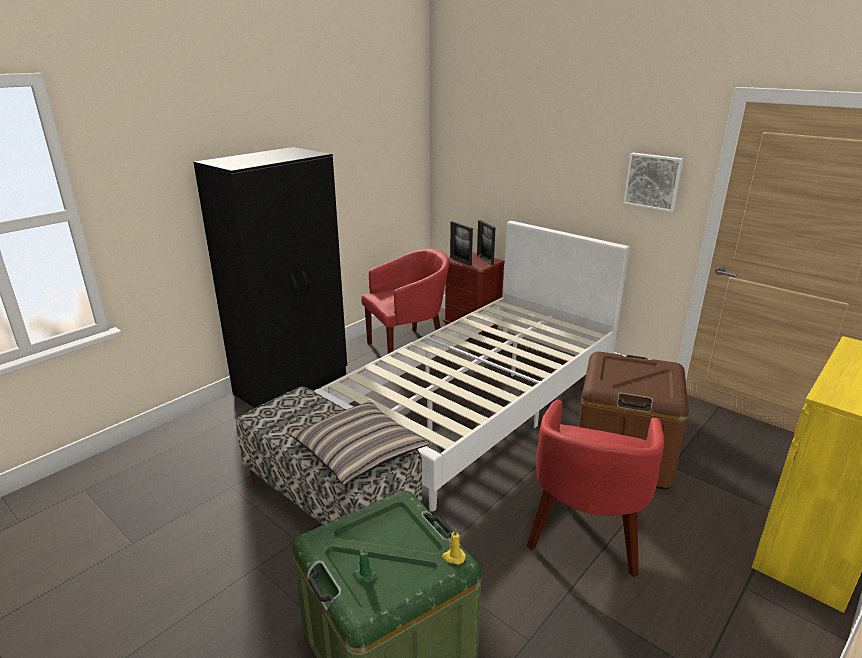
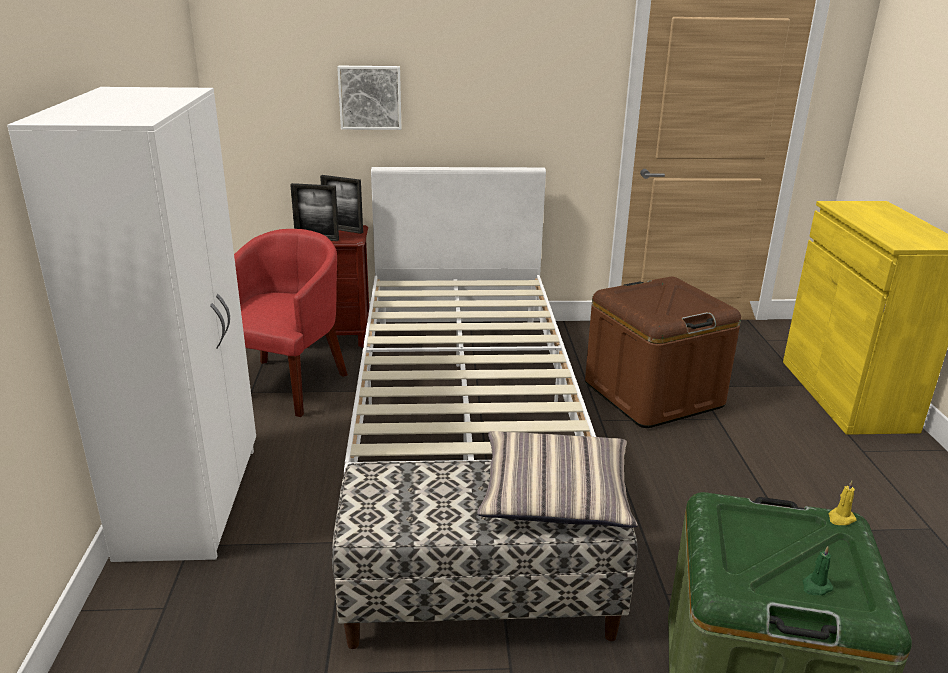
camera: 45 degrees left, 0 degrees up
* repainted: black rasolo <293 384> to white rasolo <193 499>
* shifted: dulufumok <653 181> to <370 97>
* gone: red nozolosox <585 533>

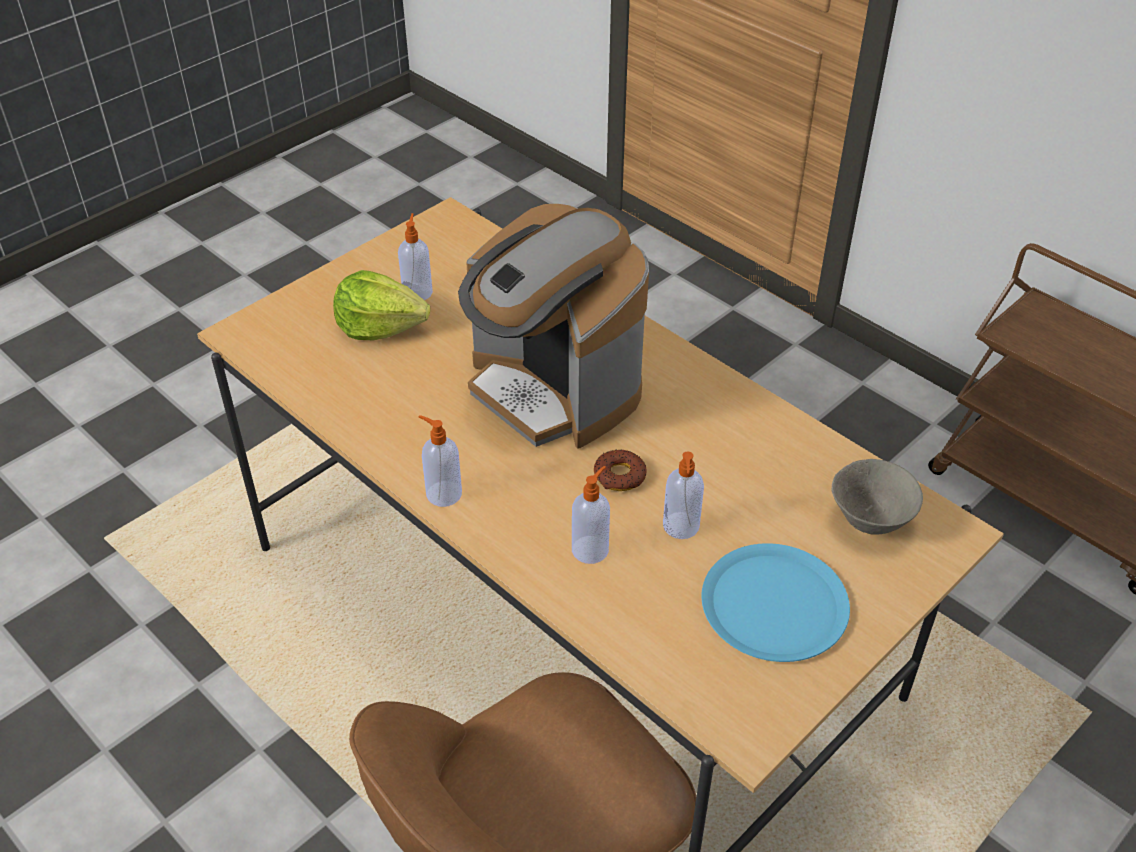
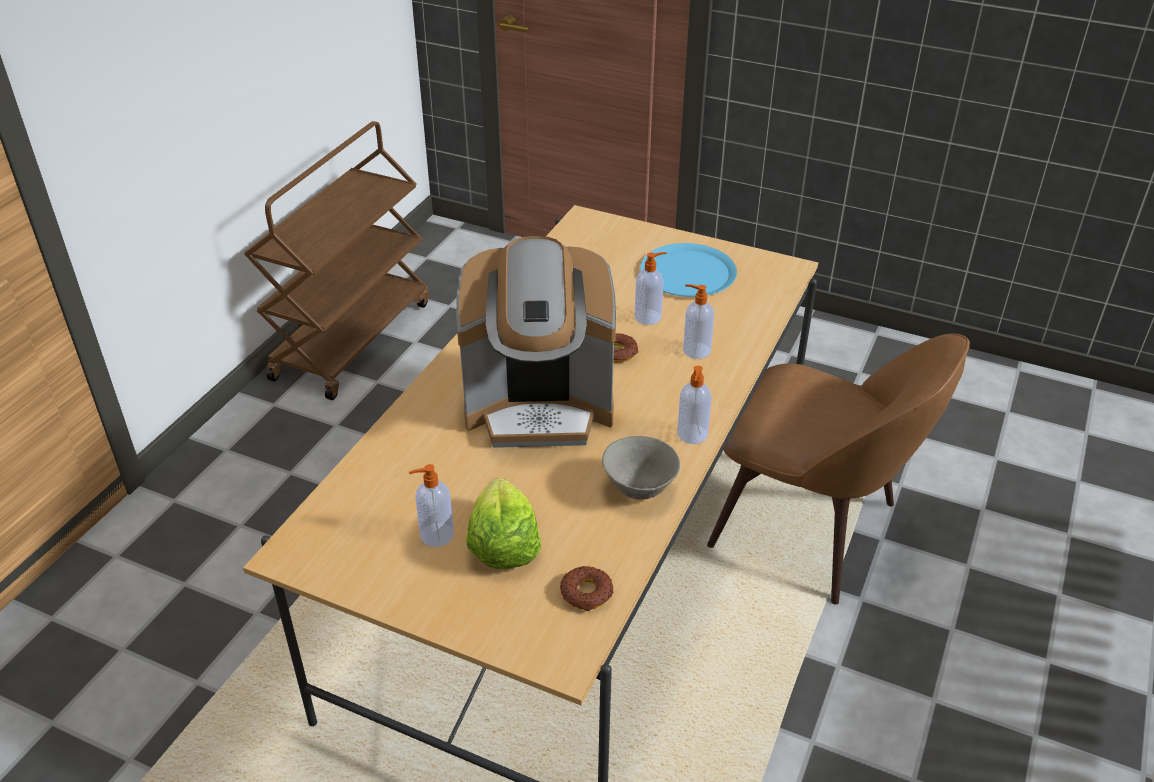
camera: 110 degrees left, 5 degrees down
* rotated: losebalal <553 390> = <539 407> 60 degrees clockwise
* new: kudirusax <586 593>
* shifted: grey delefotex <870 522> to <640 489>

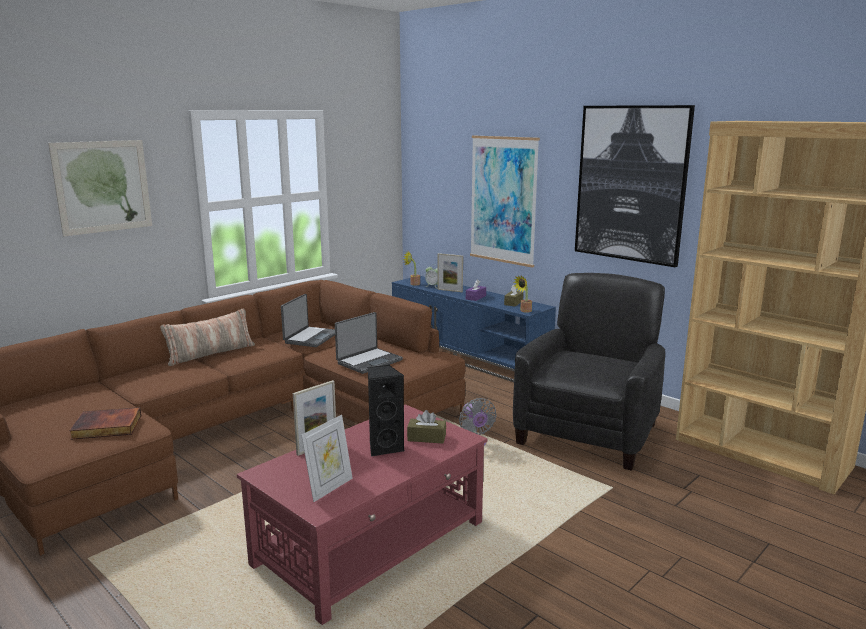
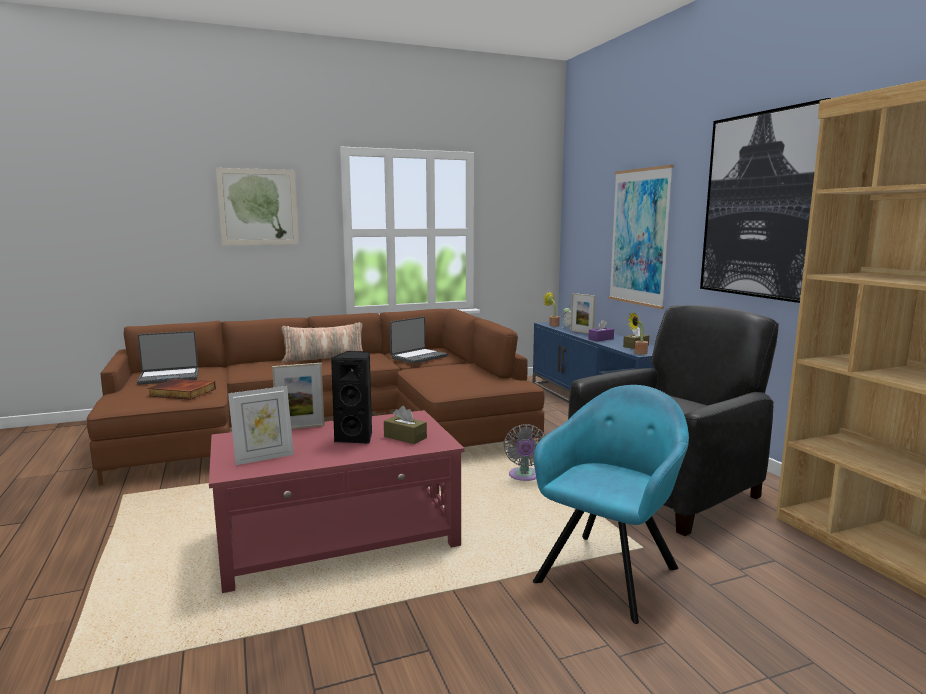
camera: 25 degrees right, 5 degrees down
* shifted: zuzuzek <369 361> to <169 377>
* new: turquoise nozolosox <609 571>

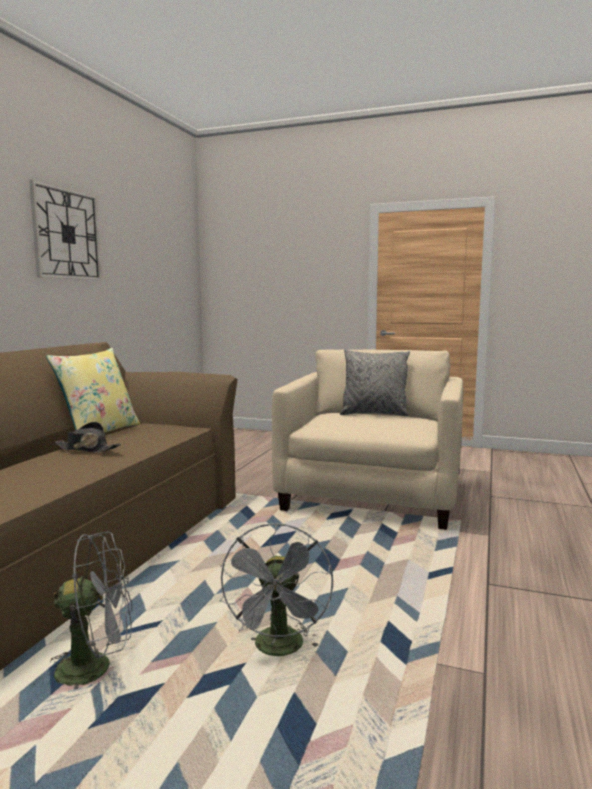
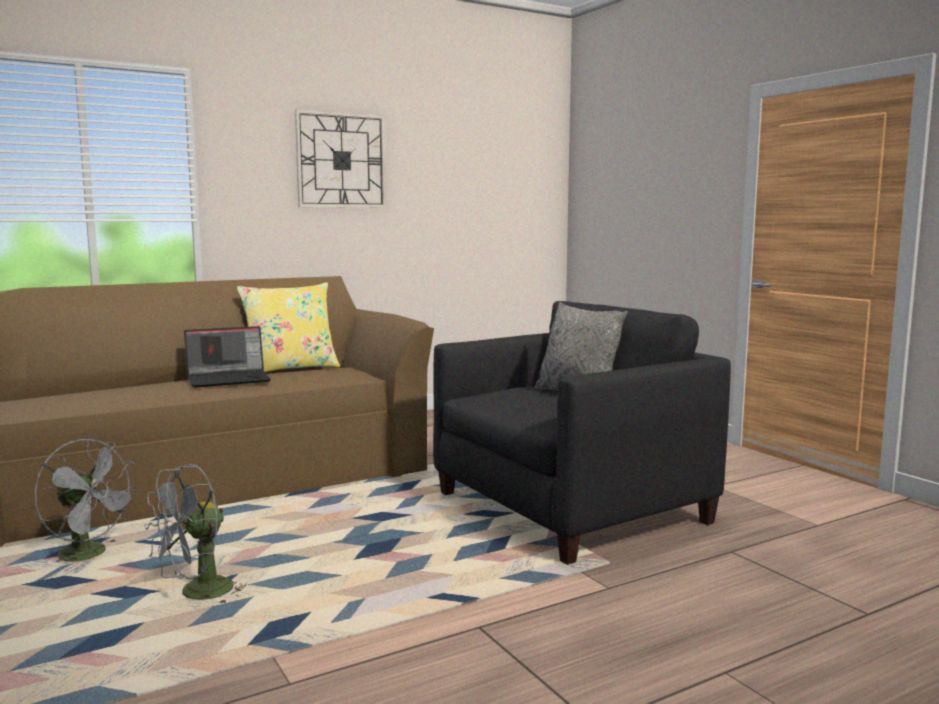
camera: 40 degrees right, 0 degrees up
* swapped: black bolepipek <87 449> to zuzuzek <229 379>
* repainted: beige nozolosox <372 497> to black nozolosox <569 508>

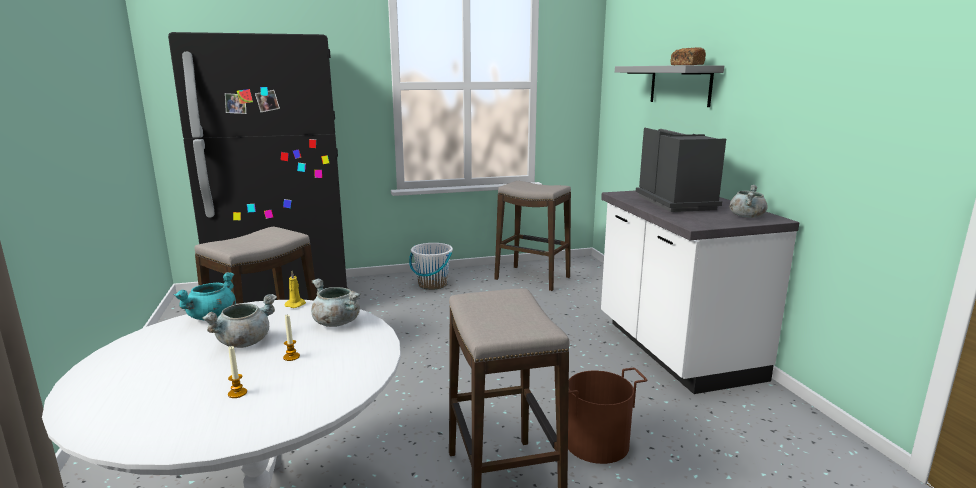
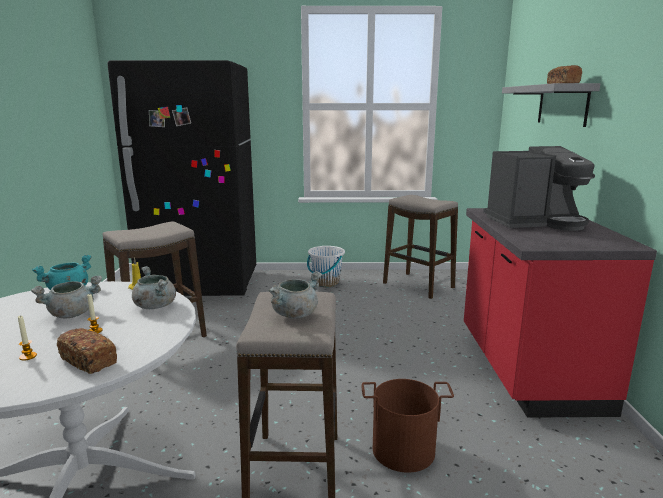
camera: 15 degrees right, 0 degrees up
* new: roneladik <89 361>
* shifted: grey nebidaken <746 216> to <295 314>
* repainted: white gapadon <674 350> to red gapadon <527 370>
* rotated: losebalal <677 202> = <535 222> 75 degrees clockwise

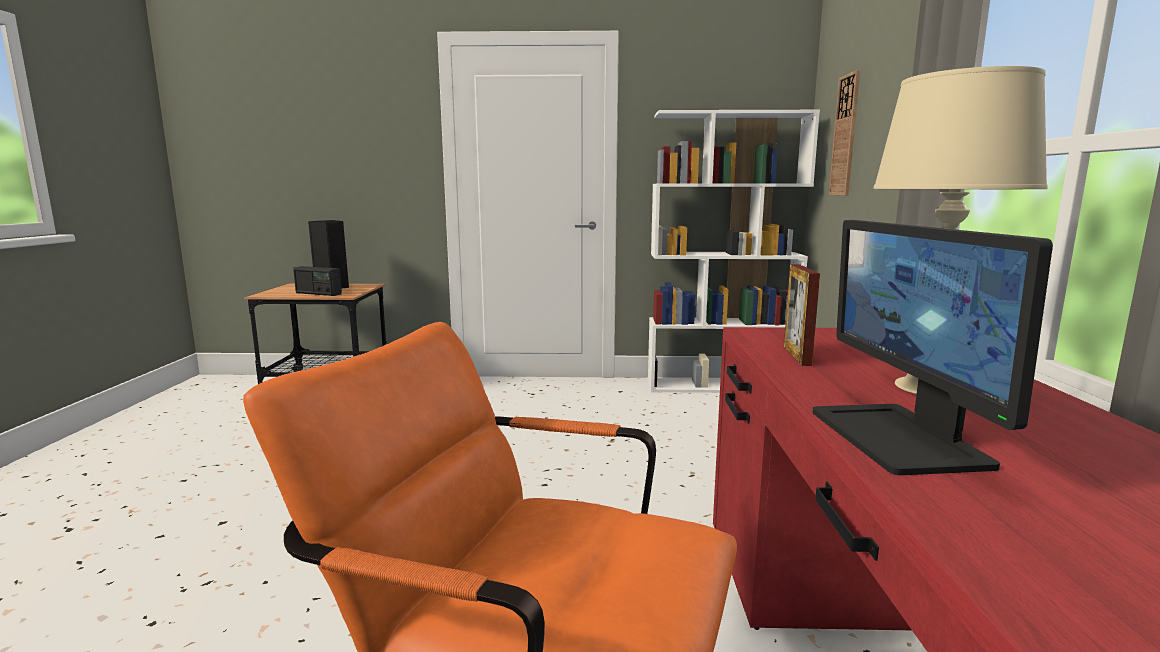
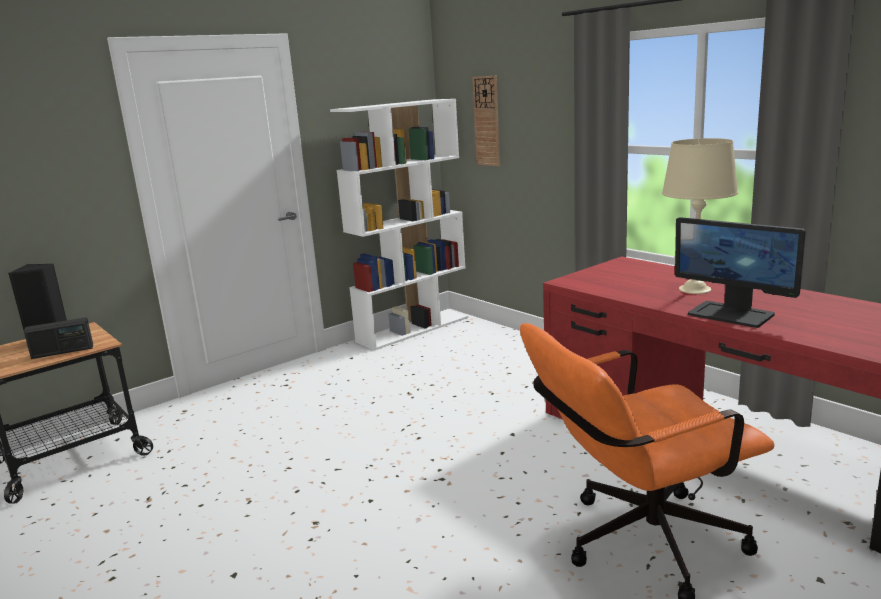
camera: 40 degrees left, 5 degrees up
* gone: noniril <797 356>

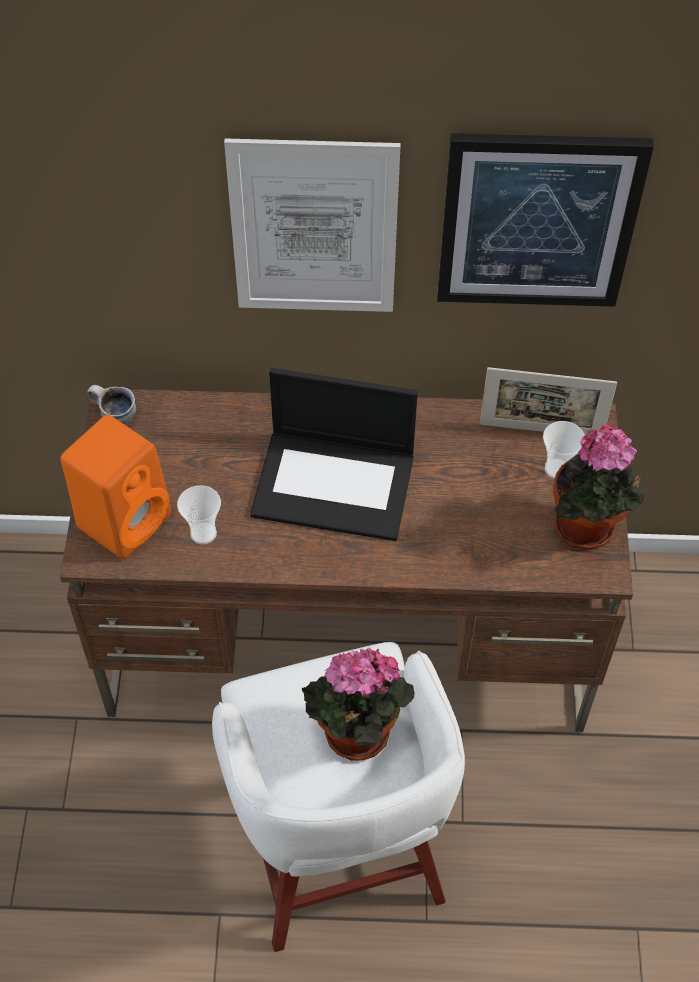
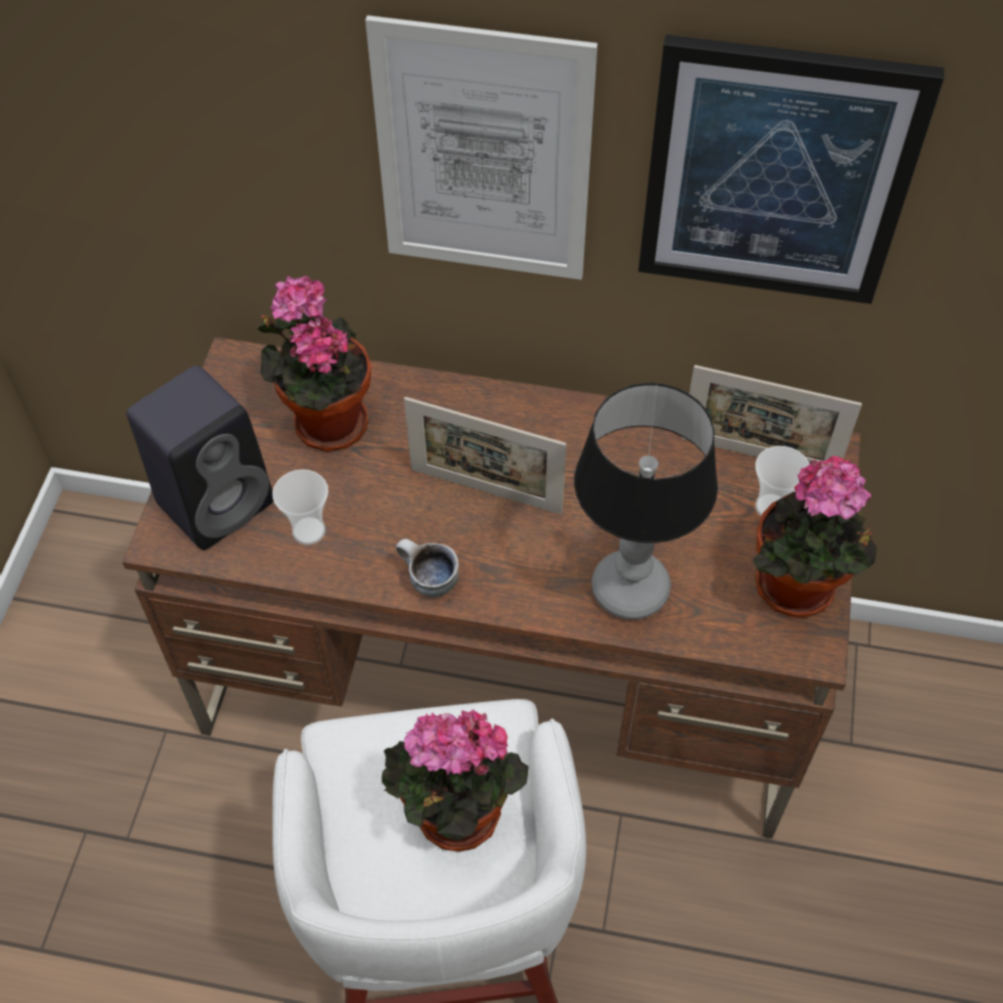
camera: 10 degrees right, 0 degrees up
* repainted: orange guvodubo <126 518> to black guvodubo <218 500>
* new: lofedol <325 420>
* shifted: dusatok <114 416> to <427 581>
* swapped: zuzuzek <335 484> to noniril <485 491>
* new: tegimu <629 588>

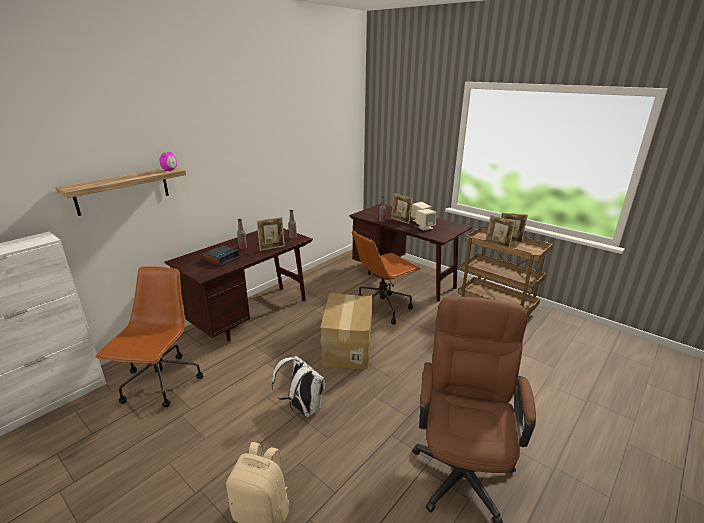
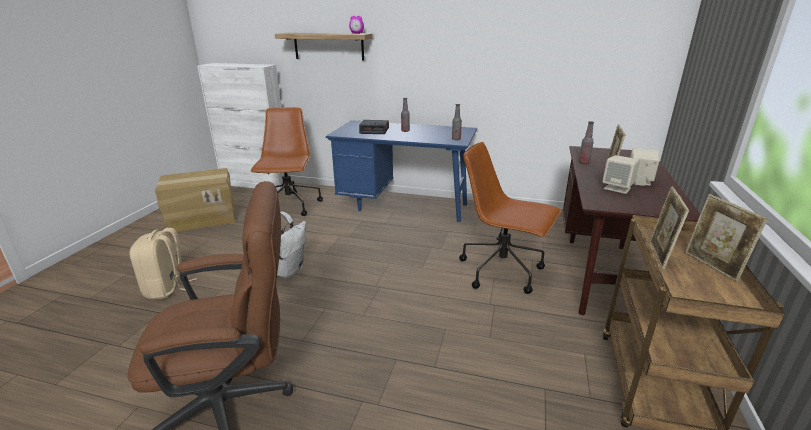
camera: 65 degrees right, 0 degrees up
* shifted: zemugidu <347 347> to <202 218>
* rotated: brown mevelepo <161 383> = <289 206> 75 degrees counterclockwise
* repainted: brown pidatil <250 315> to blue pidatil <404 206>
* gone: noniril <272 248>

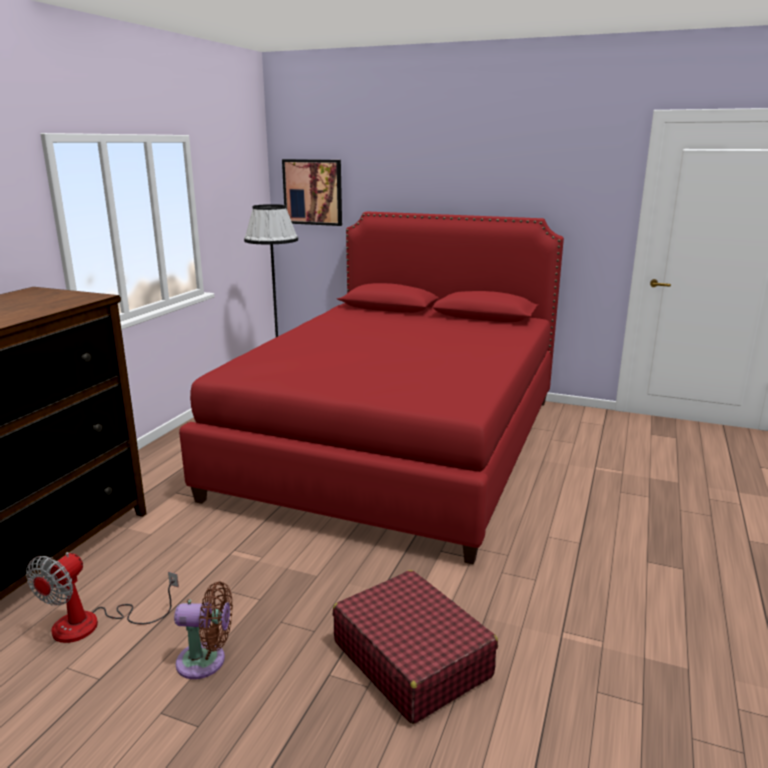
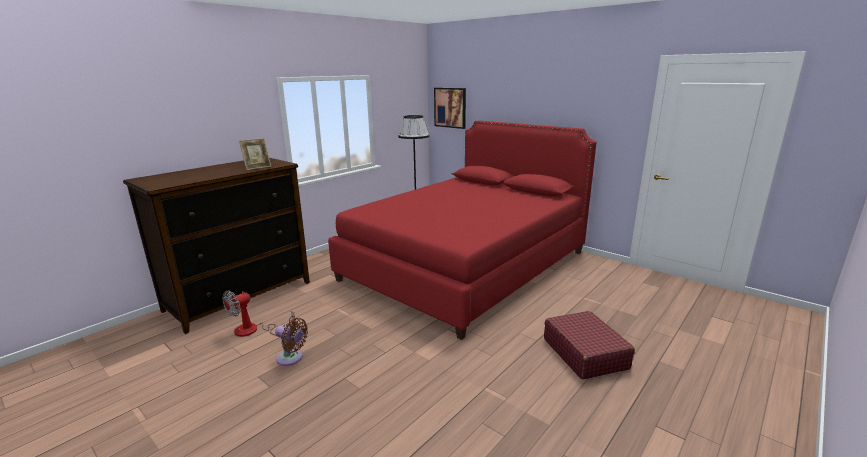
camera: 20 degrees right, 0 degrees up
* new: noniril <257 167>
* shifted: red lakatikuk <411 658> to <584 353>

